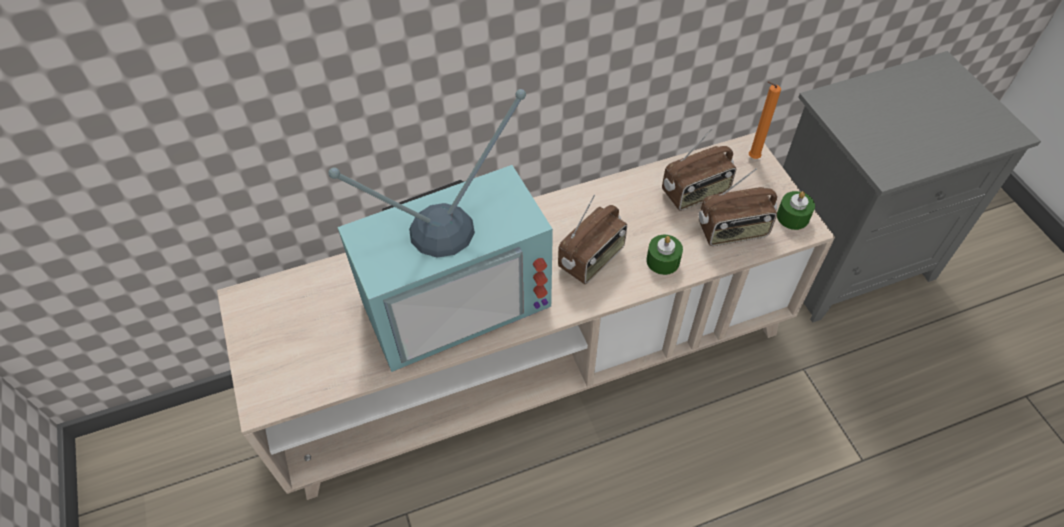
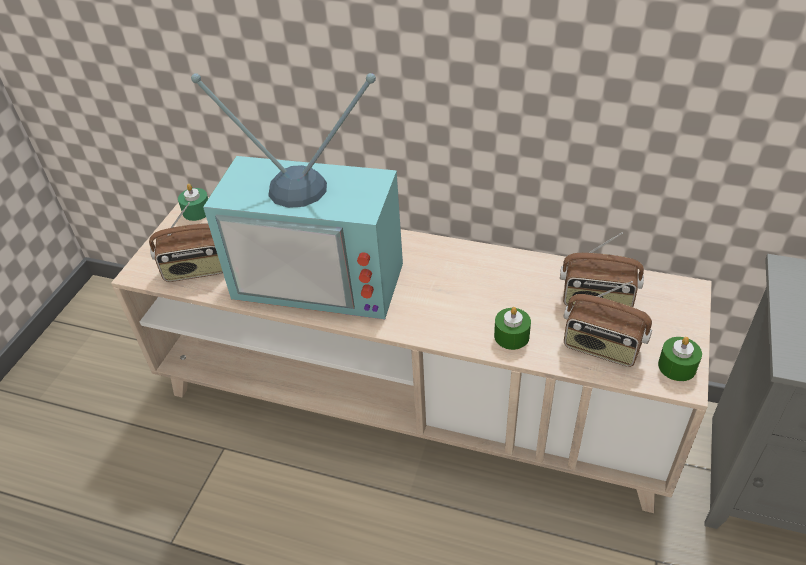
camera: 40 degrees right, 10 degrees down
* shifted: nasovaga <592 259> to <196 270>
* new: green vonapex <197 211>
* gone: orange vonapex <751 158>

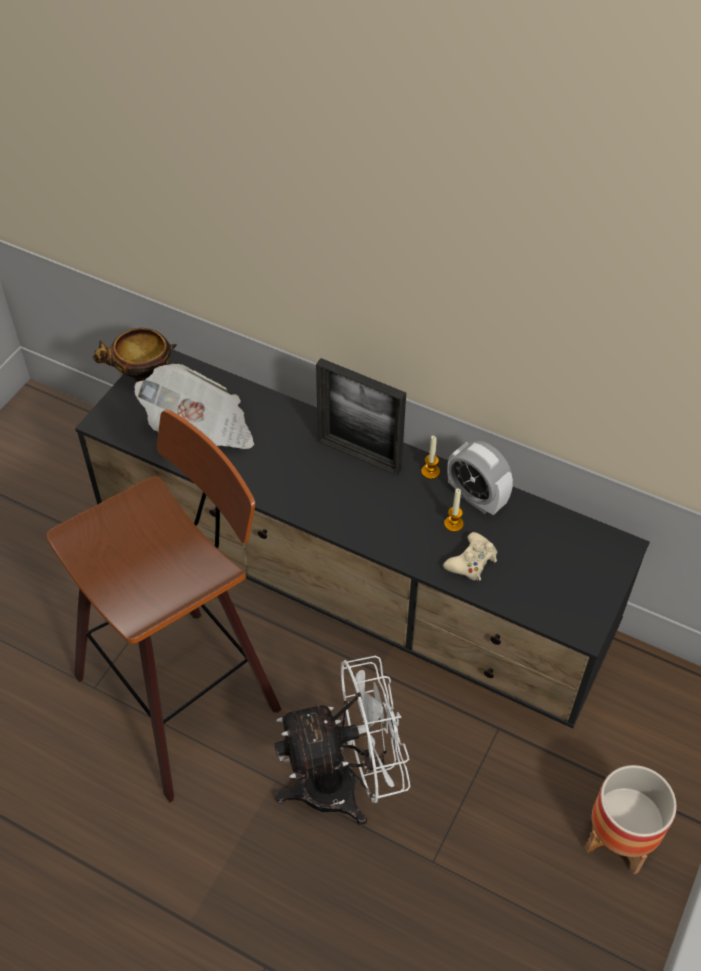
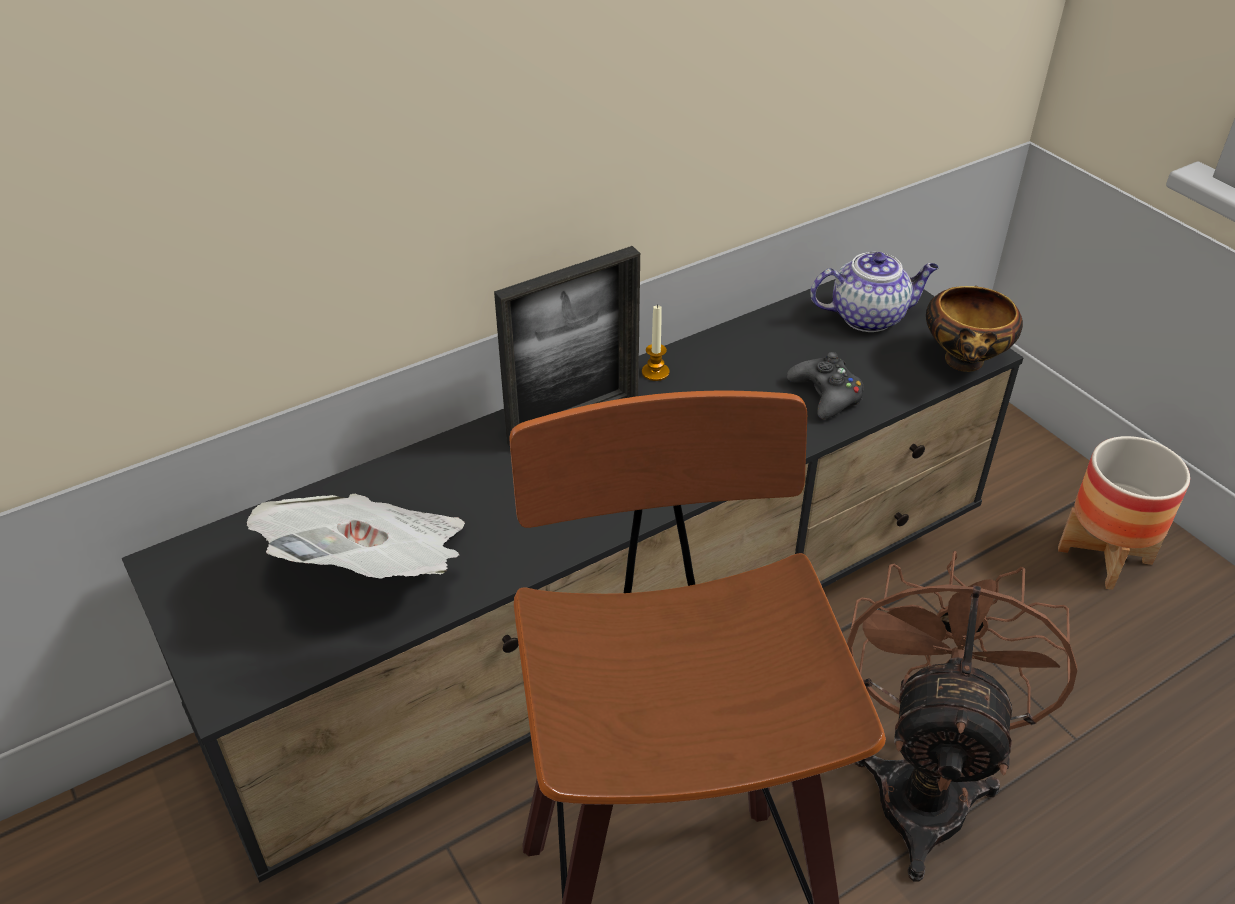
camera: 60 degrees left, 10 degrees down
* repainted: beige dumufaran <472 562> to black dumufaran <826 395>
* new: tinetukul <869 316>
* repainted: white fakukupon <345 784> to brown fakukupon <924 784>
* shifted: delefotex <142 375> to <964 363>
* gone: vonapex <453 524>
* gone: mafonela <476 498>

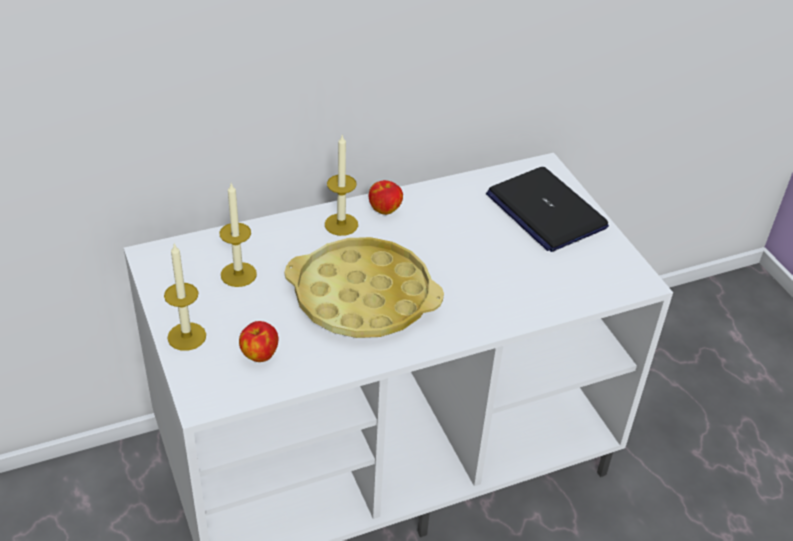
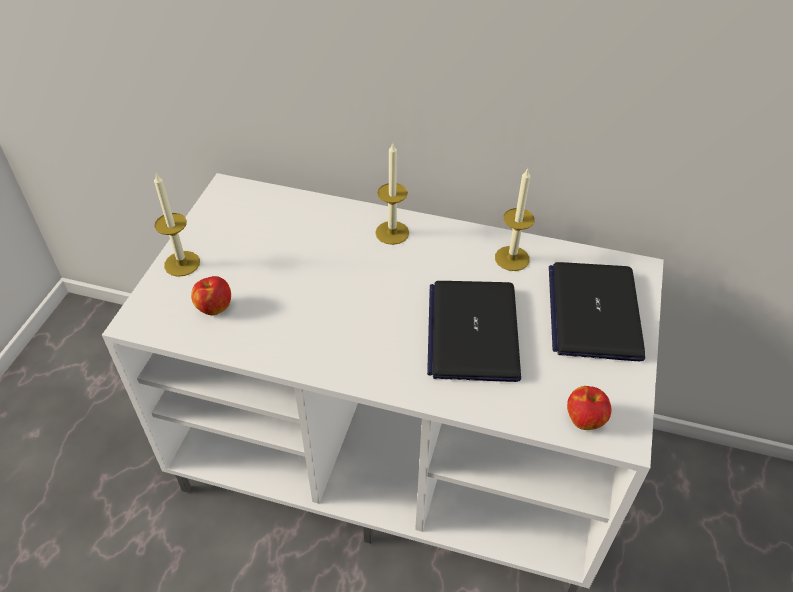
camera: 40 degrees right, 5 degrees up
* new: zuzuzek <473 331>
* shifted: vonapex <238 274> to <512 258>
* shifted: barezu <385 209> to <585 419>
* gone: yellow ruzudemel <363 297>

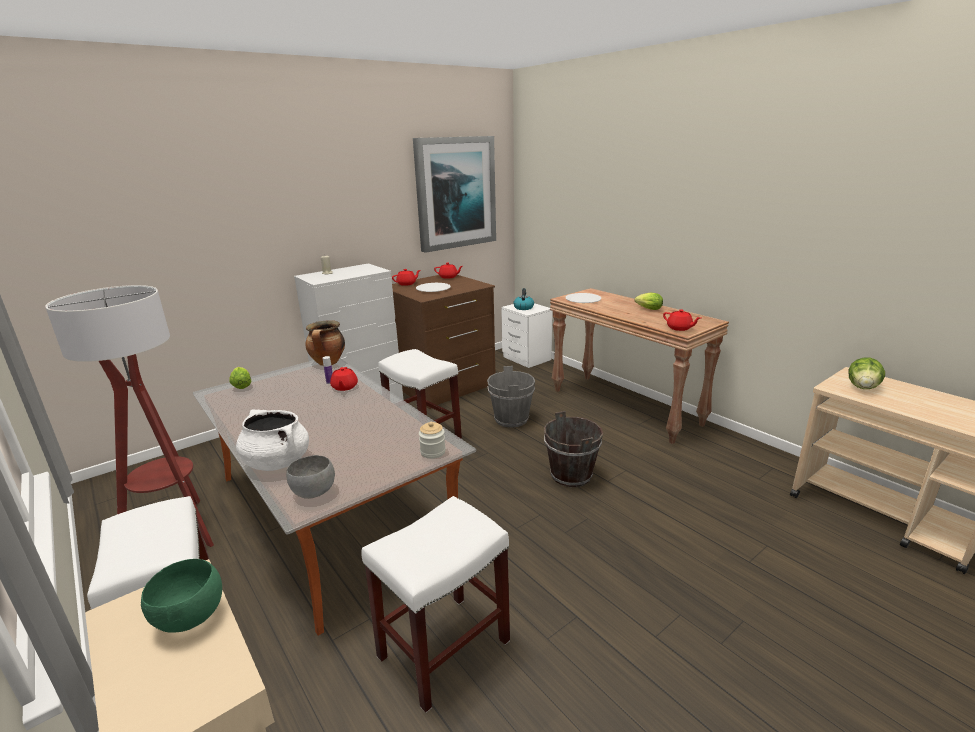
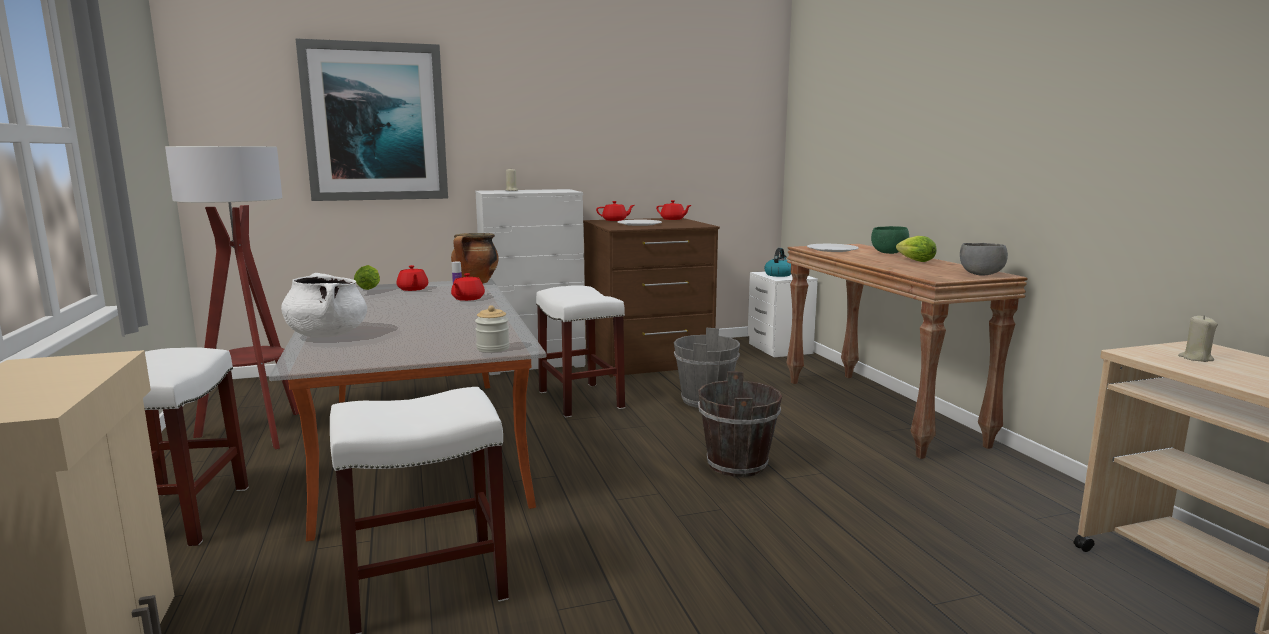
camera: 20 degrees right, 10 degrees down
* shifted: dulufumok <455 193> to <376 122>
* shifted: red tinetukul <679 328> to <412 289>
* shifted: green delefotex <190 618> to <889 253>
* shifted: grey delefotex <313 492> to <980 274>
* swapped: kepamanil <862 387> to beige vonapex <1195 358>

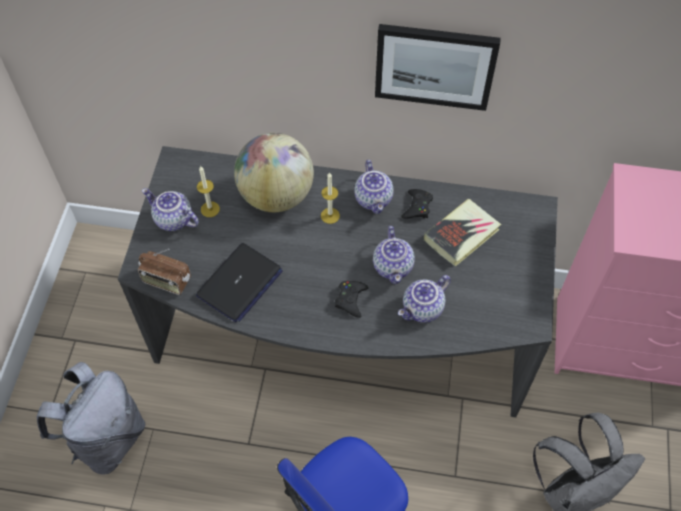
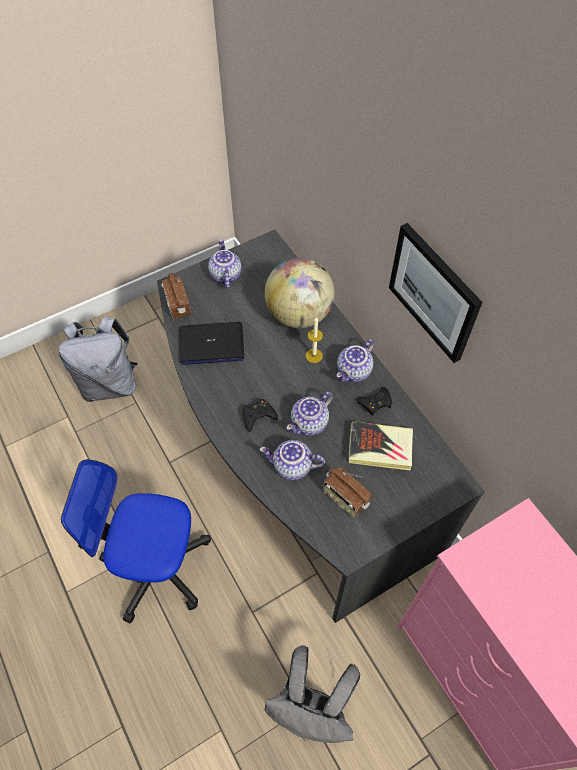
camera: 50 degrees right, 0 degrees up
* new: nasovaga <345 498>
* gone: vonapex <210 209>

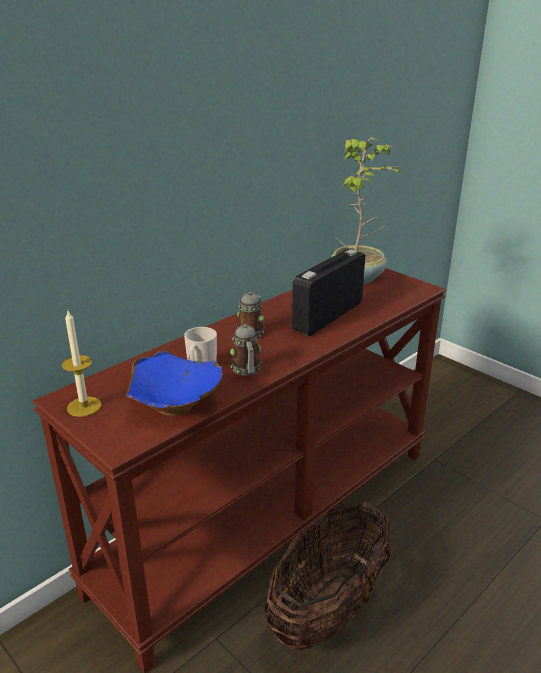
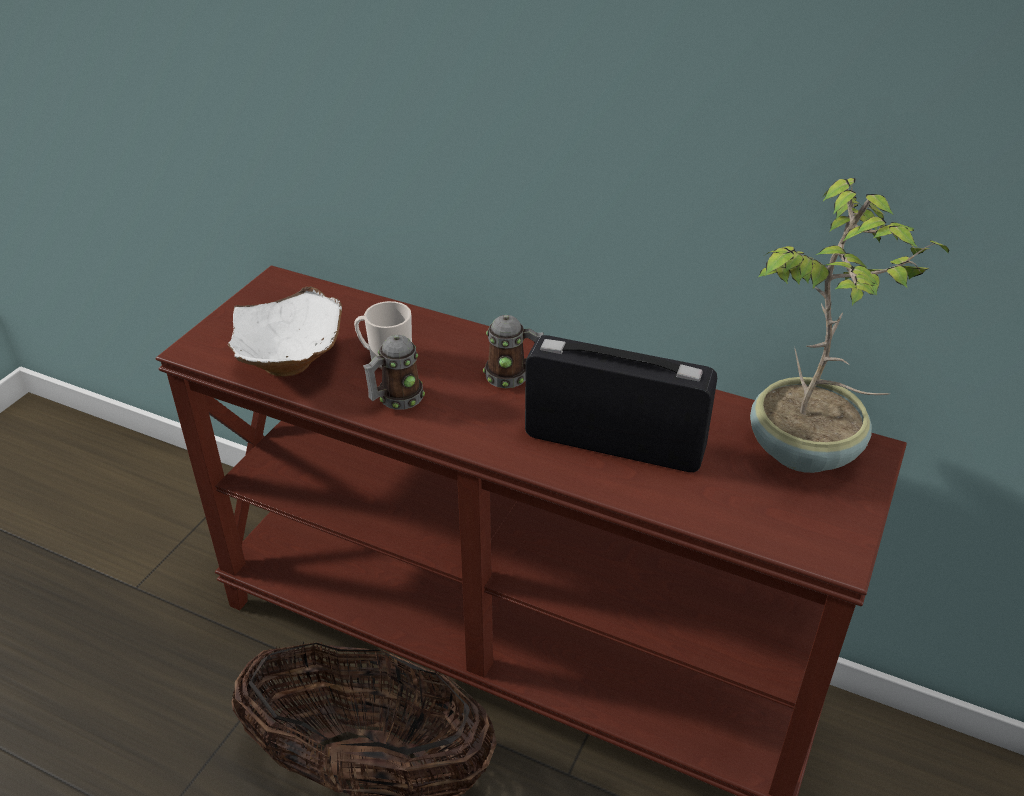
camera: 70 degrees right, 10 degrees up
* repainted: blue delefotex <176 404> to white delefotex <292 363>
* gone: vonapex <84 406>

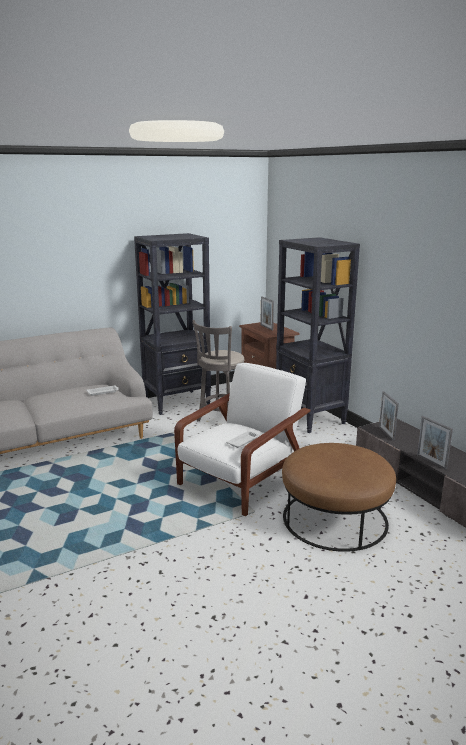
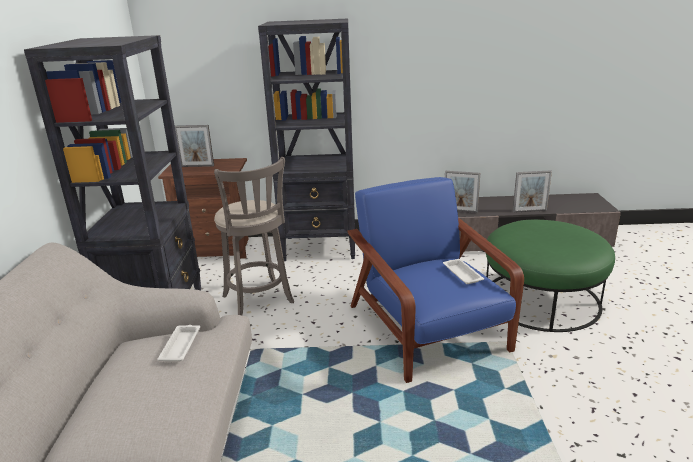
camera: 60 degrees left, 5 degrees up
* repainted: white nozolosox <242 479> to blue nozolosox <428 329>
* repainted: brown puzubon <335 519> to green puzubon <541 299>

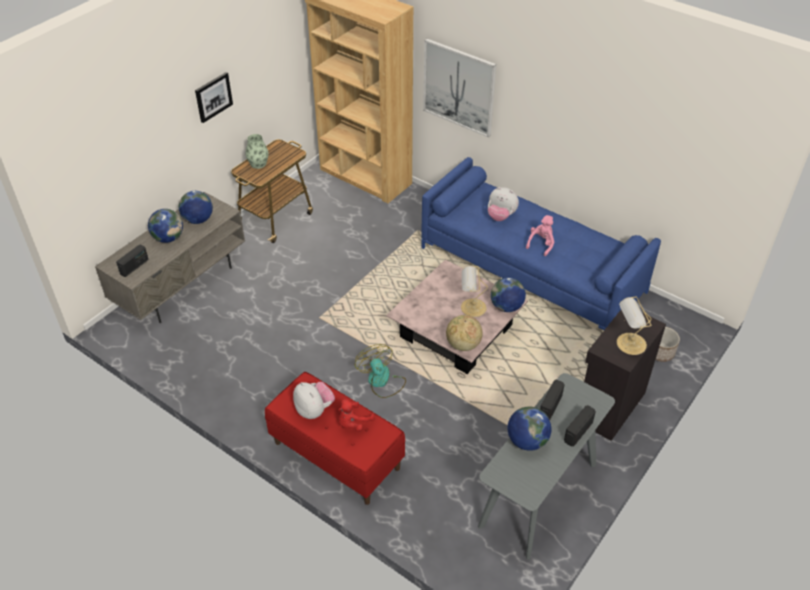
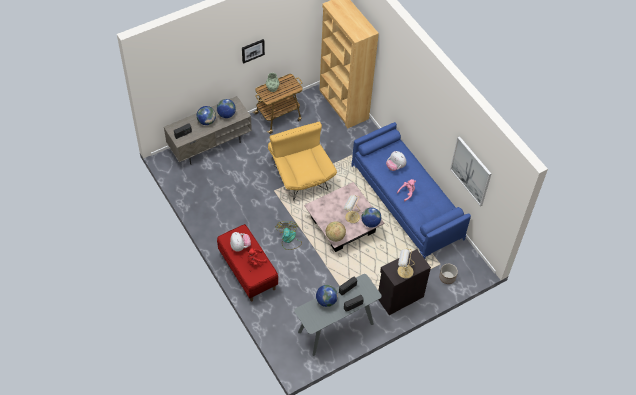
camera: 20 degrees right, 10 degrees up
* new: yellow nozolosox <300 173>
* shifted: dulufumok <459 87> to <471 170>

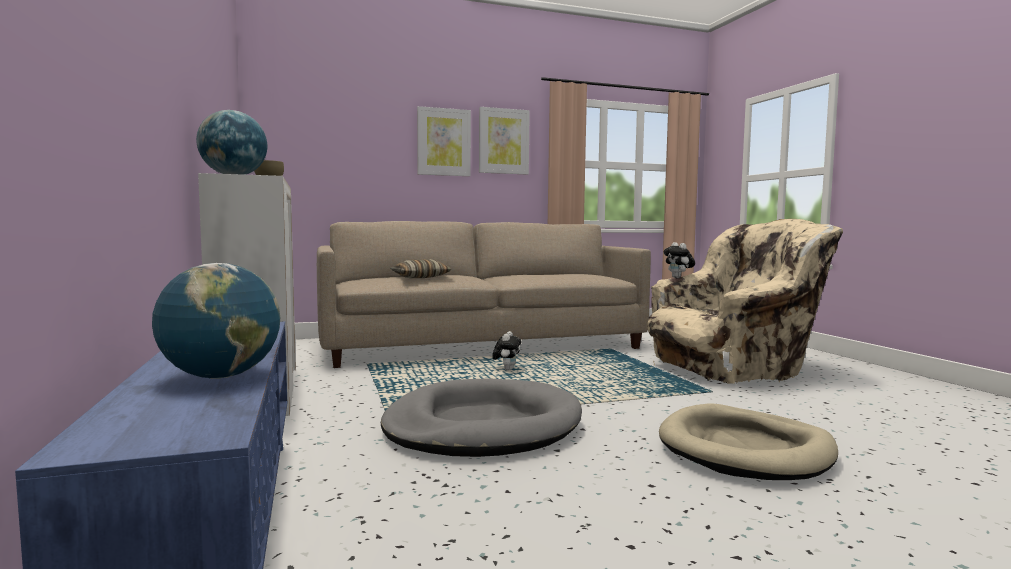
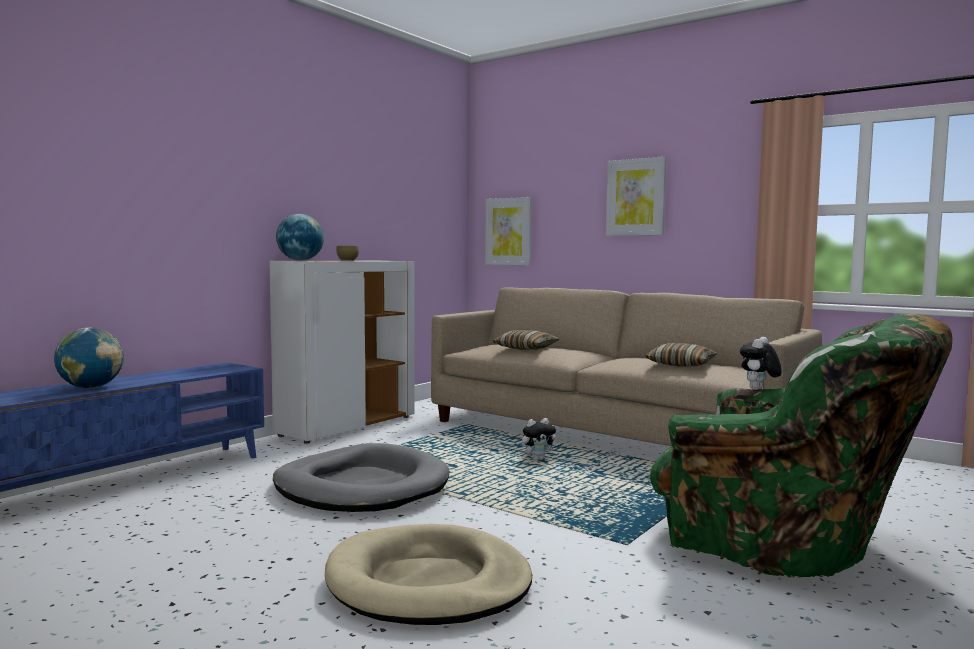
camera: 55 degrees right, 0 degrees up
* shifted: dulufumok <503 141> to <508 231>
* new: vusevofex <681 365>
* repainted: beige nozolosox <735 368> to green nozolosox <783 543>

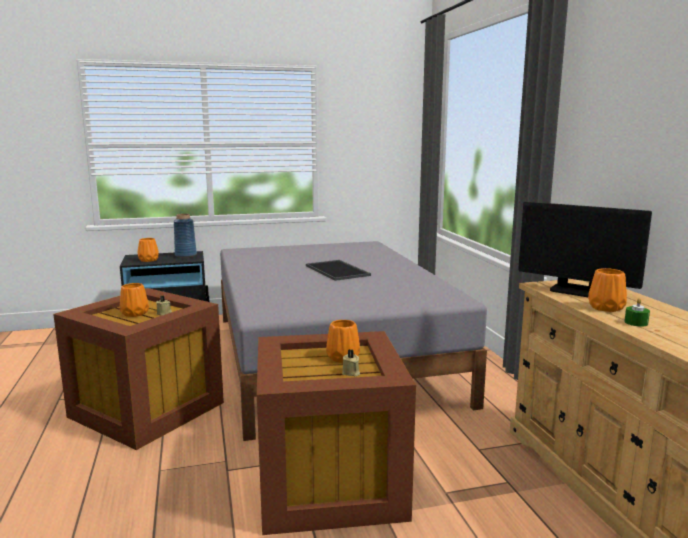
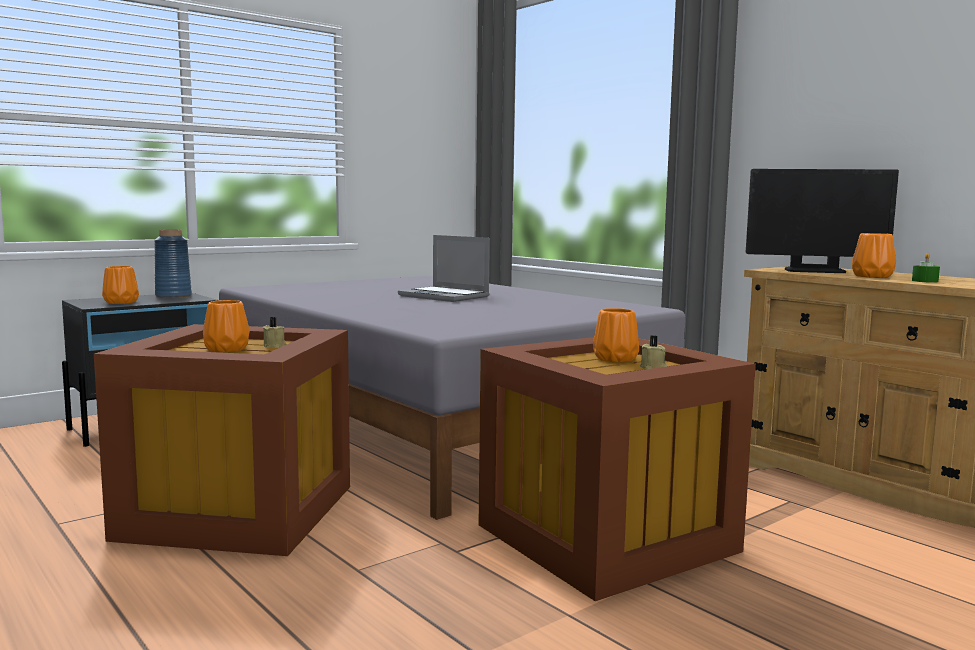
camera: 25 degrees left, 5 degrees down
* swapped: ruzudemel <338 270> to zuzuzek <445 296>

